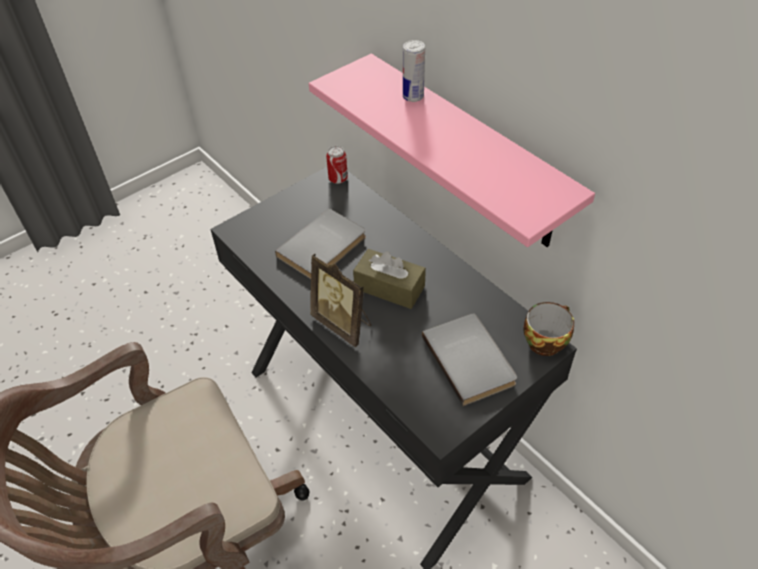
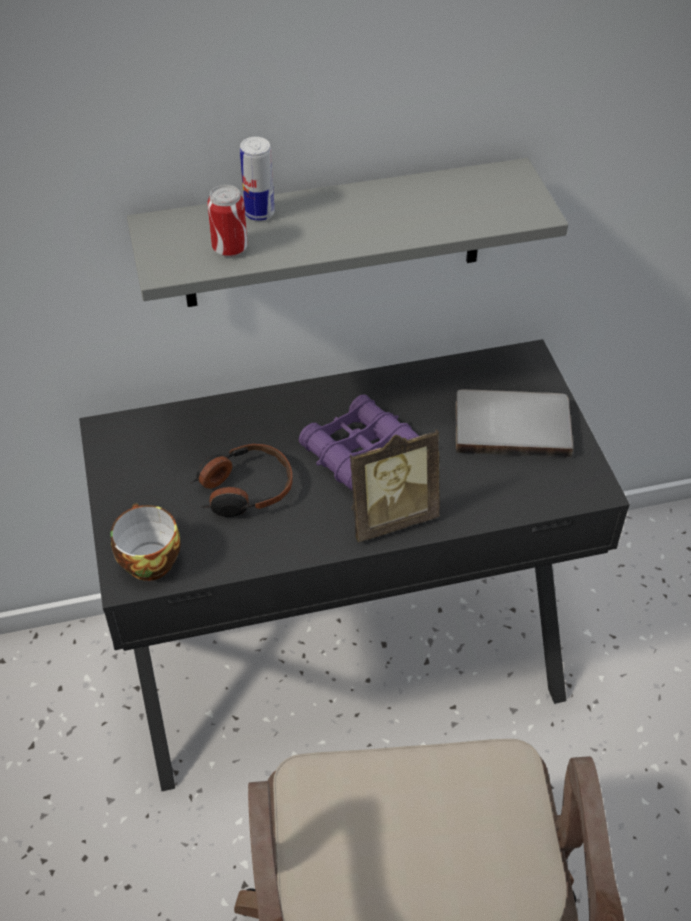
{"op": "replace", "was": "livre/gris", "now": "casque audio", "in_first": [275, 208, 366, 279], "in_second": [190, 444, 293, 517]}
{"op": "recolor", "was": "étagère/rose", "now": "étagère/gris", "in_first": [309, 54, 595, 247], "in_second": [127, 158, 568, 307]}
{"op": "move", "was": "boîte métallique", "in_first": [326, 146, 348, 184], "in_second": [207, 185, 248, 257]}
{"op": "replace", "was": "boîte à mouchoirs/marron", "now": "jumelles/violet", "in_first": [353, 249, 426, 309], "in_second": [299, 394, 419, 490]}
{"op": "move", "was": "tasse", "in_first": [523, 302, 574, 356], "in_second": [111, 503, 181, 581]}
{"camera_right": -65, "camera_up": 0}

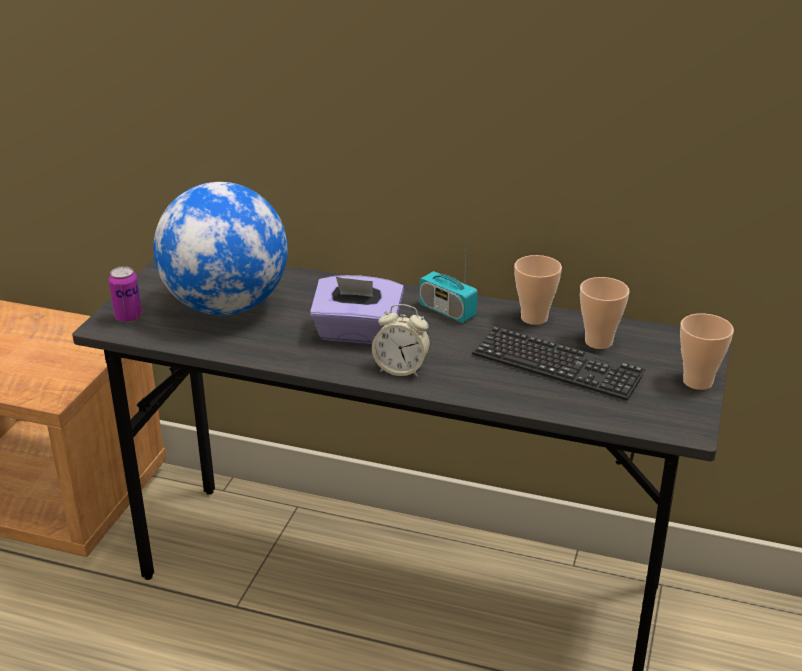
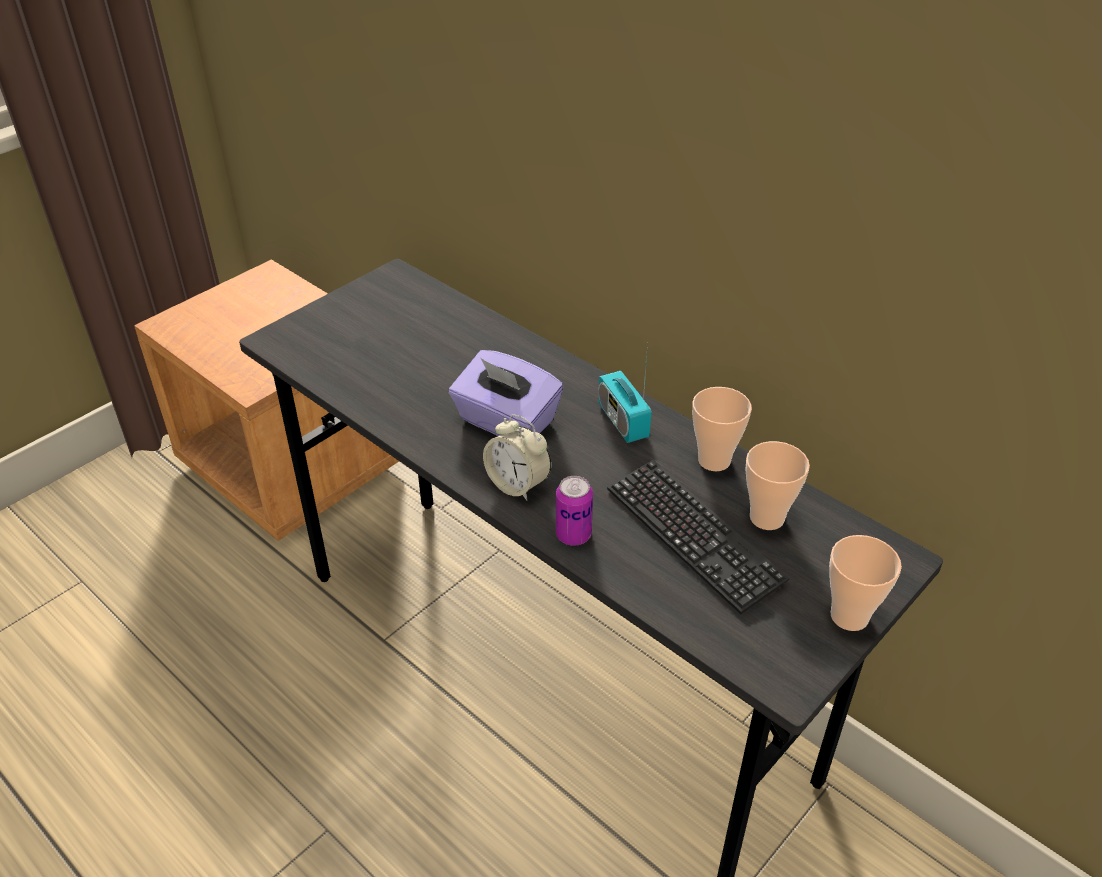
{"op": "move", "was": "boîte métallique", "in_first": [109, 266, 142, 322], "in_second": [556, 476, 593, 546]}
{"op": "delete", "was": "globe", "in_first": [153, 182, 288, 315]}
{"camera_right": 25, "camera_up": 10}

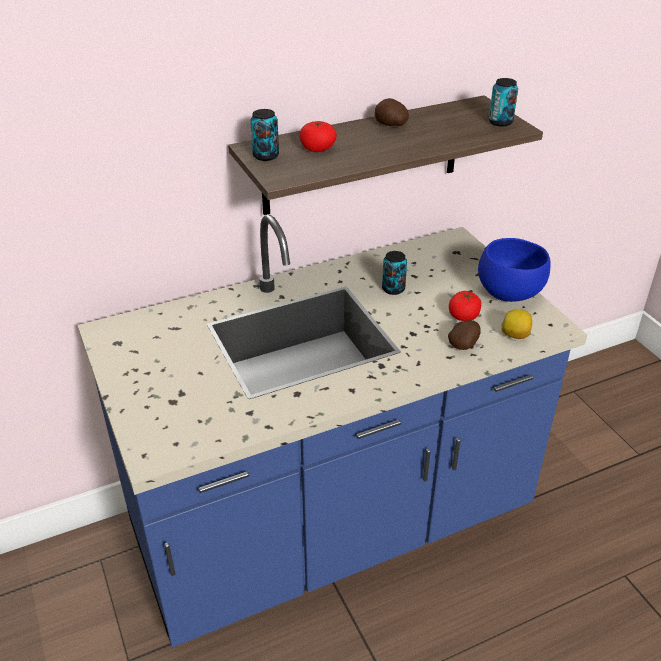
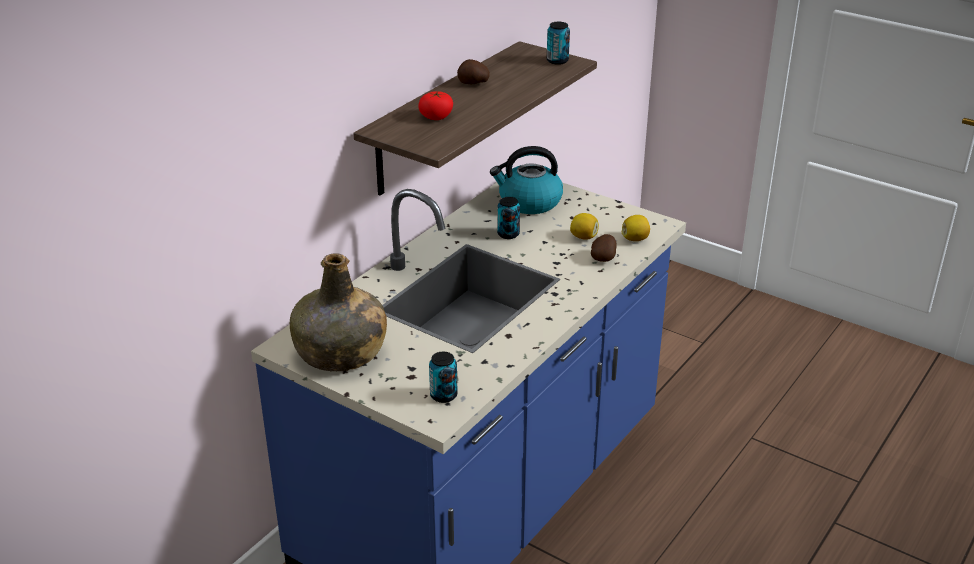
{"op": "move", "was": "boîte métallique", "in_first": [250, 109, 279, 161], "in_second": [429, 352, 458, 403]}
{"op": "replace", "was": "tomate", "now": "citron", "in_first": [449, 291, 481, 321], "in_second": [570, 213, 599, 240]}
{"op": "delete", "was": "bol/bleu", "in_first": [478, 238, 551, 302]}
{"op": "insert", "now": "bouteille/vert", "in_second": [290, 253, 387, 372]}
{"op": "insert", "now": "bouilloire", "in_second": [490, 146, 563, 214]}
{"camera_right": -30, "camera_up": -5}

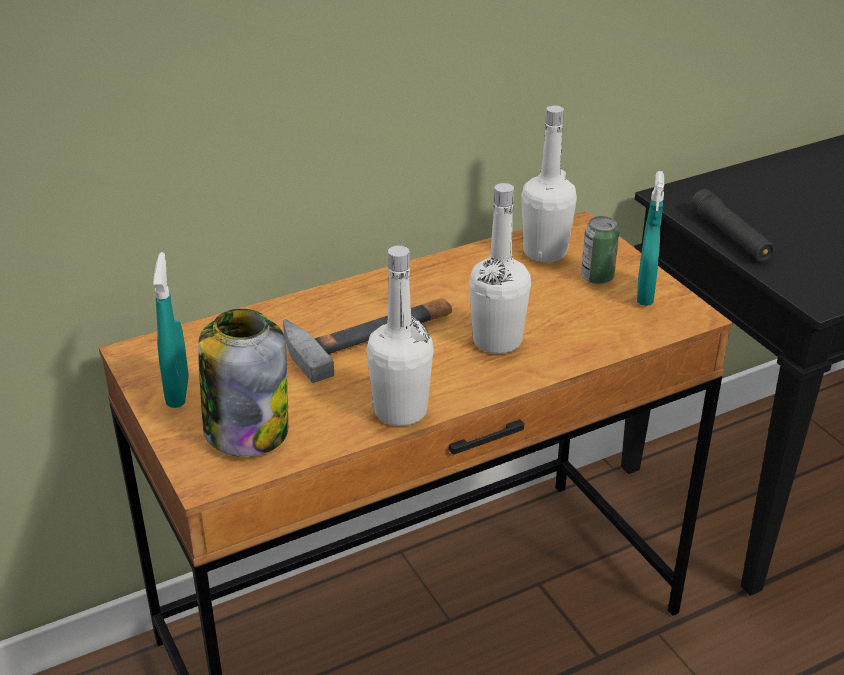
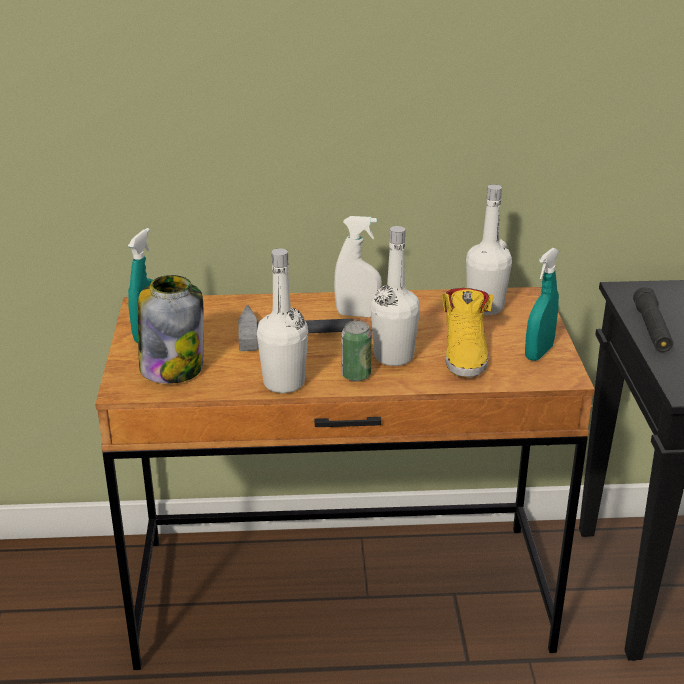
{"op": "move", "was": "boîte métallique", "in_first": [581, 216, 619, 284], "in_second": [341, 321, 372, 382]}
{"op": "insert", "now": "vaporisateur/blanc", "in_second": [334, 216, 382, 317]}
{"op": "insert", "now": "chaussure/jaune", "in_second": [442, 288, 494, 377]}
{"camera_right": 25, "camera_up": -5}

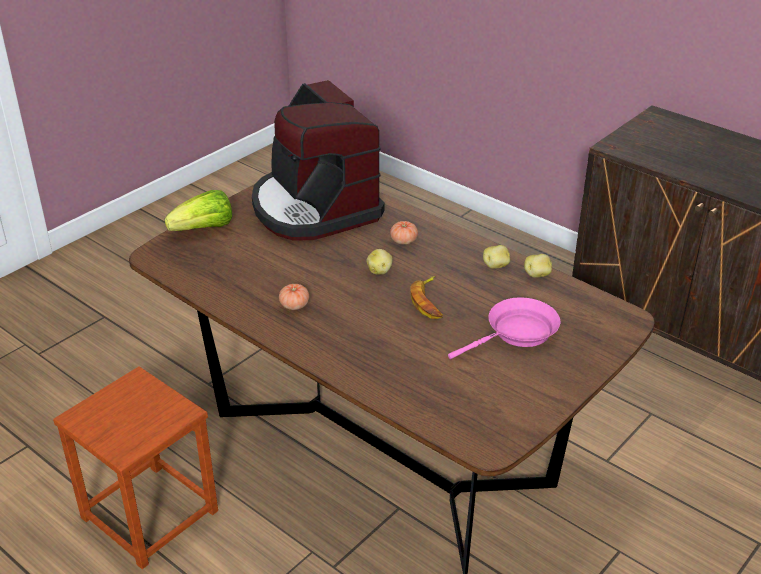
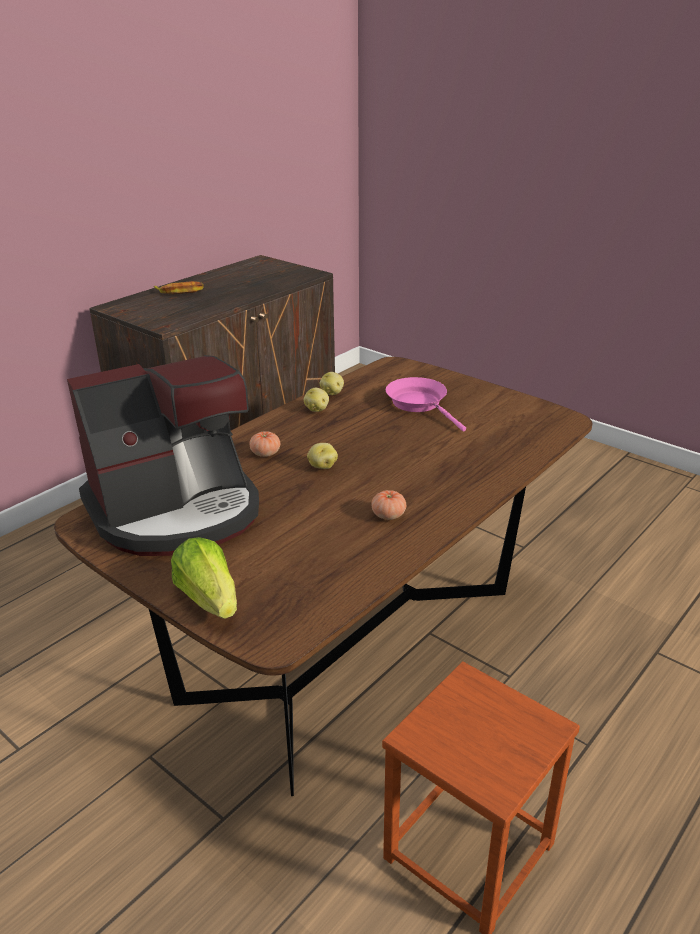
{"op": "move", "was": "banane", "in_first": [410, 276, 443, 319], "in_second": [153, 281, 204, 294]}
{"camera_right": -90, "camera_up": -5}

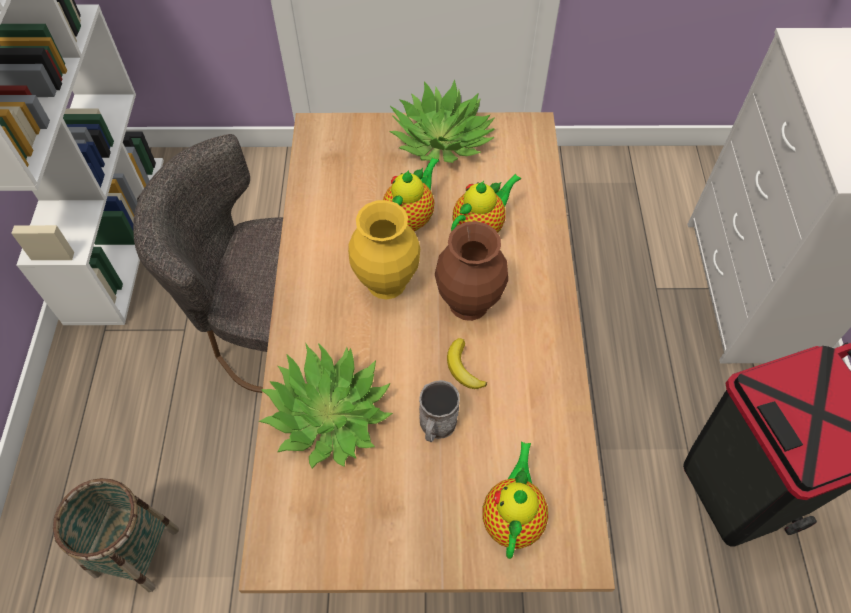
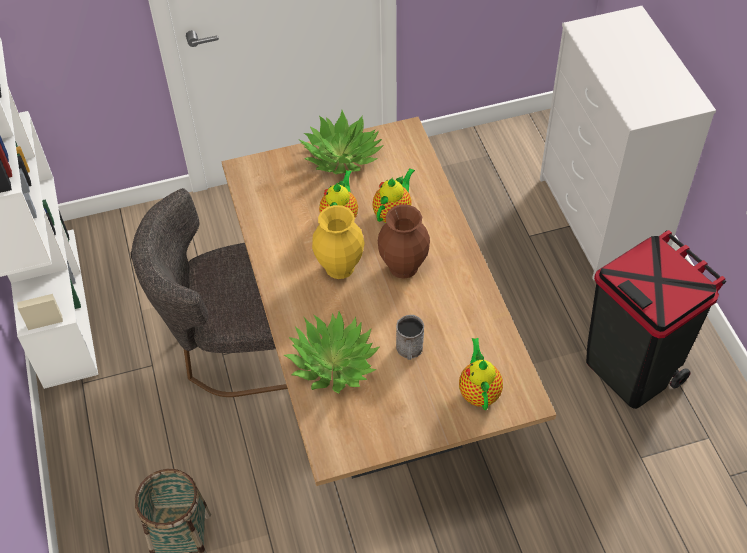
{"op": "delete", "was": "banane", "in_first": [447, 338, 487, 389]}
{"camera_right": -15, "camera_up": -5}

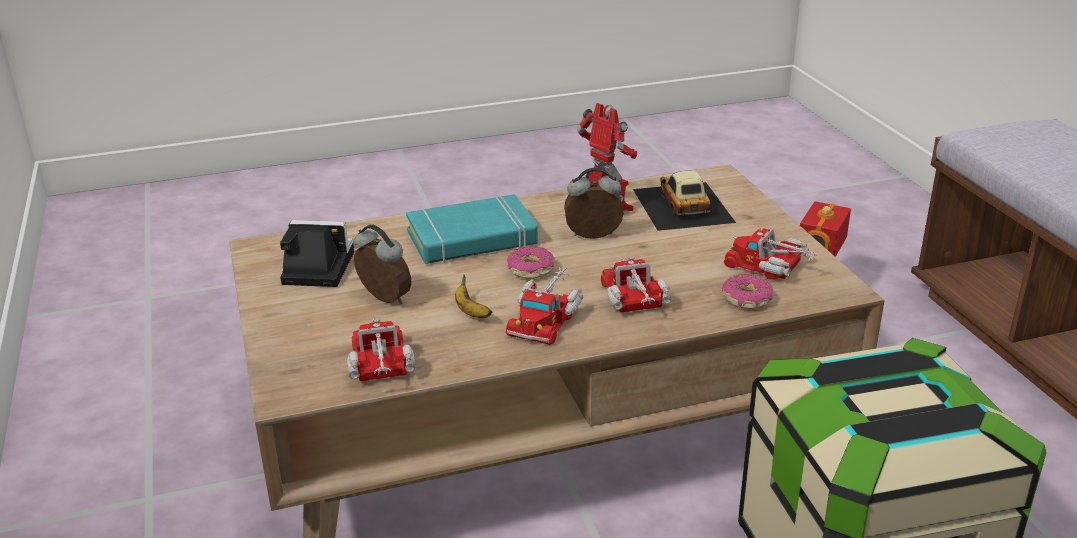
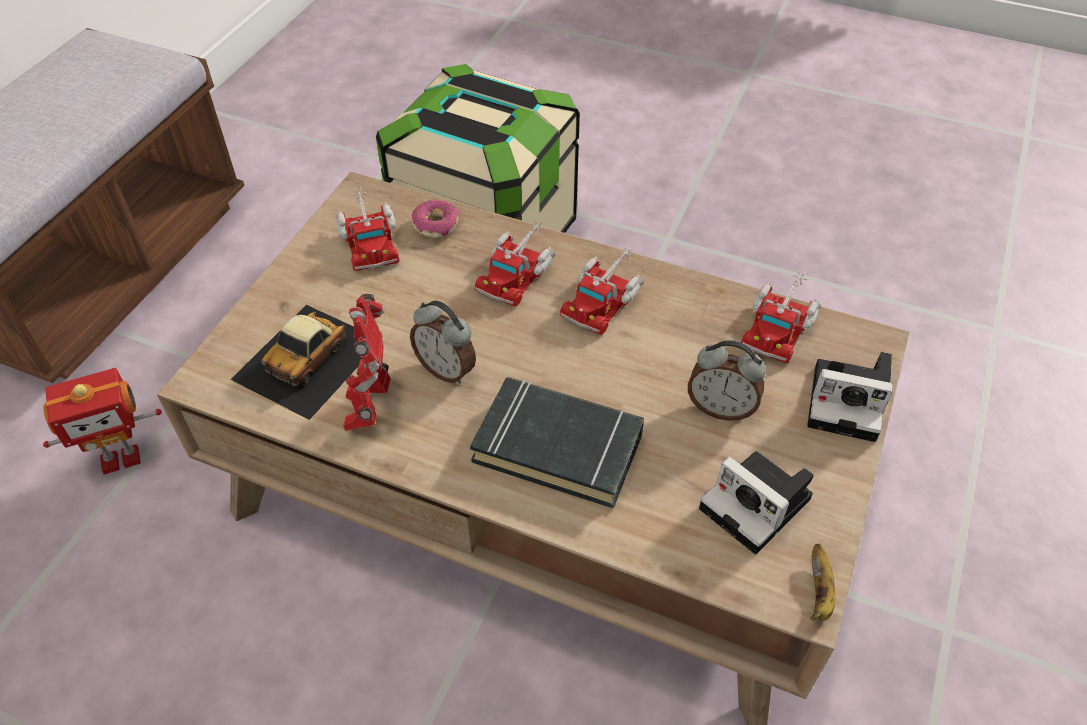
{"op": "rotate", "was": "réveil", "in_first": [353, 224, 411, 304], "in_second": [688, 340, 766, 421], "clockwise": -60}
{"op": "recolor", "was": "livre/turquoise", "now": "livre/noir", "in_first": [406, 194, 538, 264], "in_second": [470, 377, 644, 509]}
{"op": "move", "was": "banane", "in_first": [455, 275, 492, 318], "in_second": [811, 544, 835, 621]}
{"op": "rotate", "was": "camion jouet", "in_first": [506, 267, 583, 345], "in_second": [560, 247, 644, 335], "clockwise": 150}
{"op": "delete", "was": "beignet", "in_first": [507, 246, 555, 279]}
{"op": "insert", "now": "appareil photo", "in_second": [807, 352, 893, 442]}
{"camera_right": -140, "camera_up": 20}

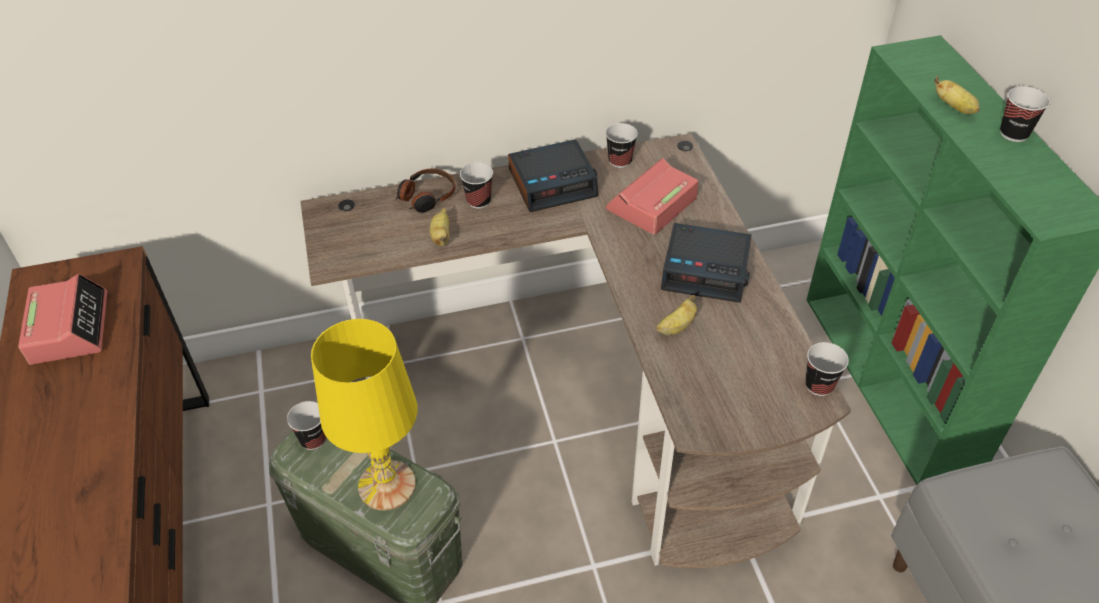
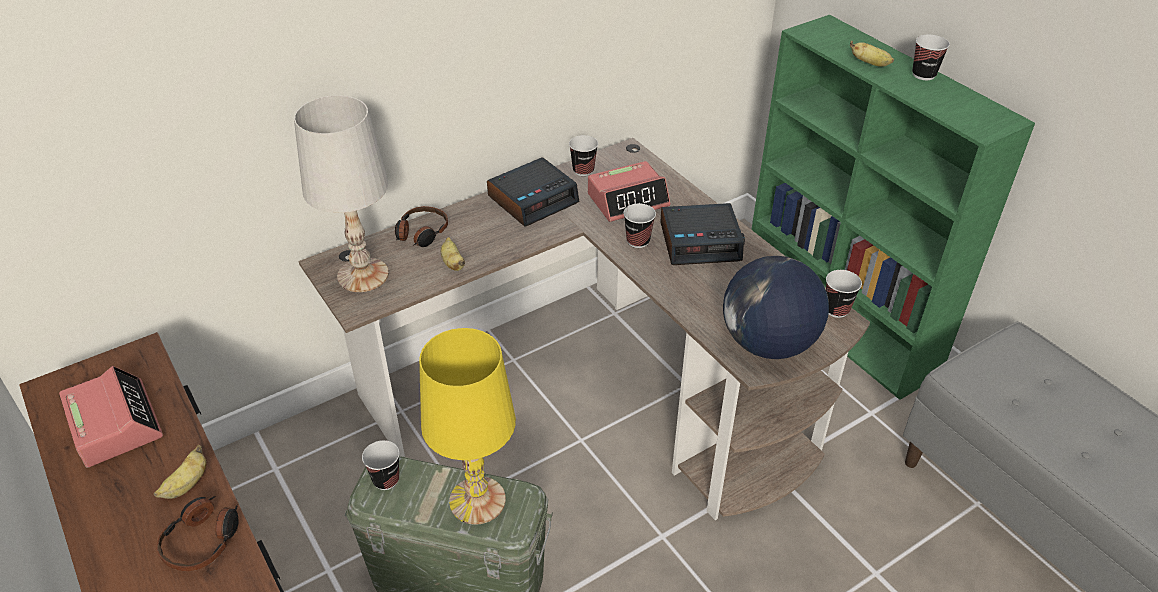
{"op": "move", "was": "tasse", "in_first": [460, 162, 493, 209], "in_second": [624, 203, 656, 248]}
{"op": "rotate", "was": "réveil", "in_first": [606, 158, 699, 235], "in_second": [588, 161, 670, 222], "clockwise": -135}
{"op": "move", "was": "banane", "in_first": [656, 295, 697, 335], "in_second": [154, 445, 206, 499]}
{"op": "insert", "now": "casque audio", "in_second": [157, 496, 238, 571]}
{"op": "insert", "now": "lampe de table/blanc", "in_second": [294, 95, 389, 292]}
{"op": "insert", "now": "globe", "in_second": [723, 256, 829, 359]}
{"camera_right": -20, "camera_up": -5}

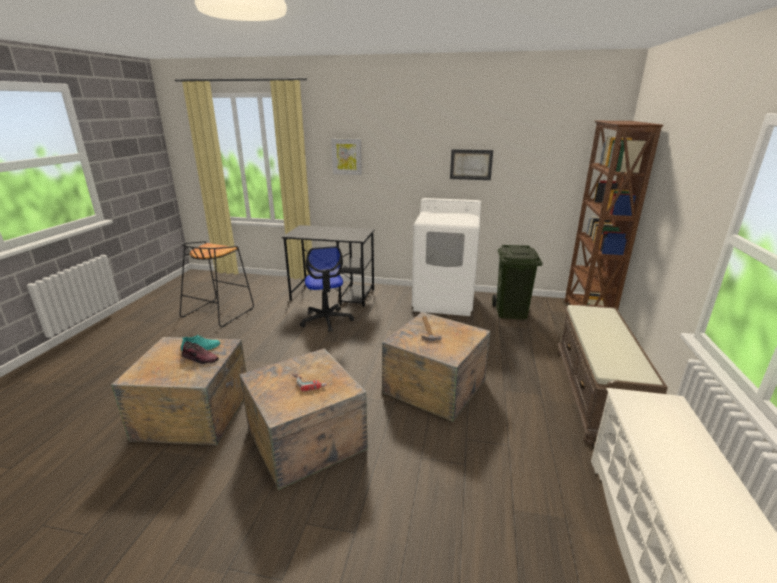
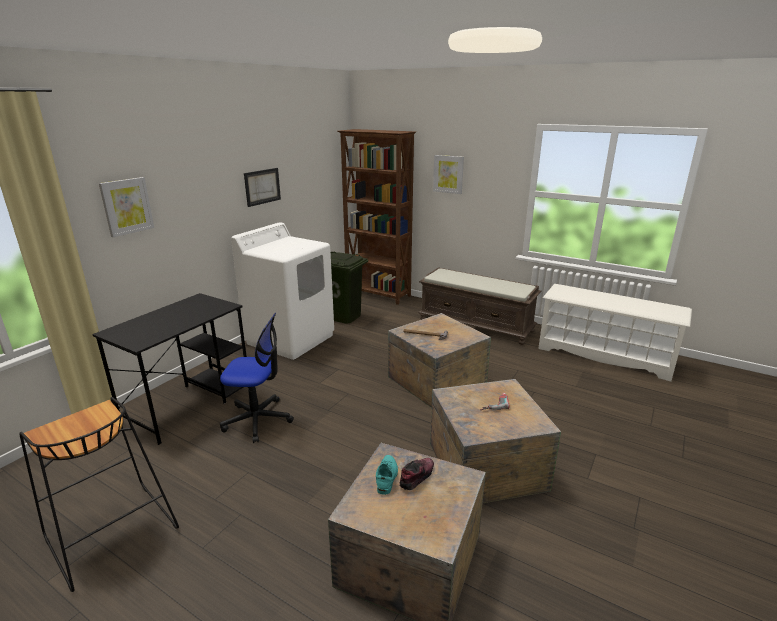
{"op": "insert", "now": "tableau", "in_second": [433, 155, 464, 194]}
{"camera_right": -70, "camera_up": 0}

